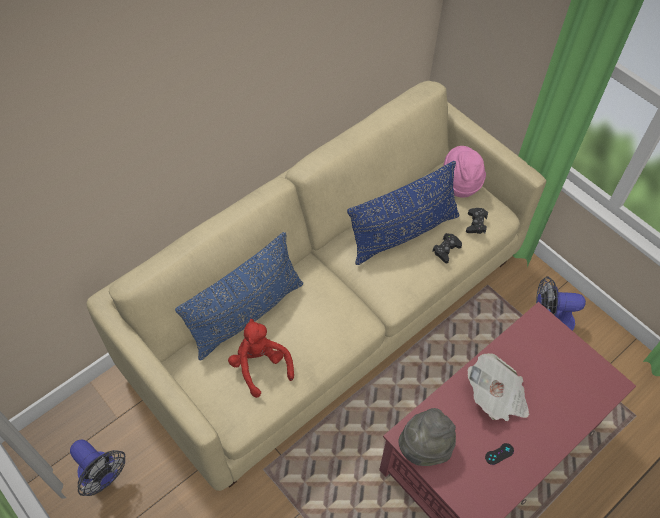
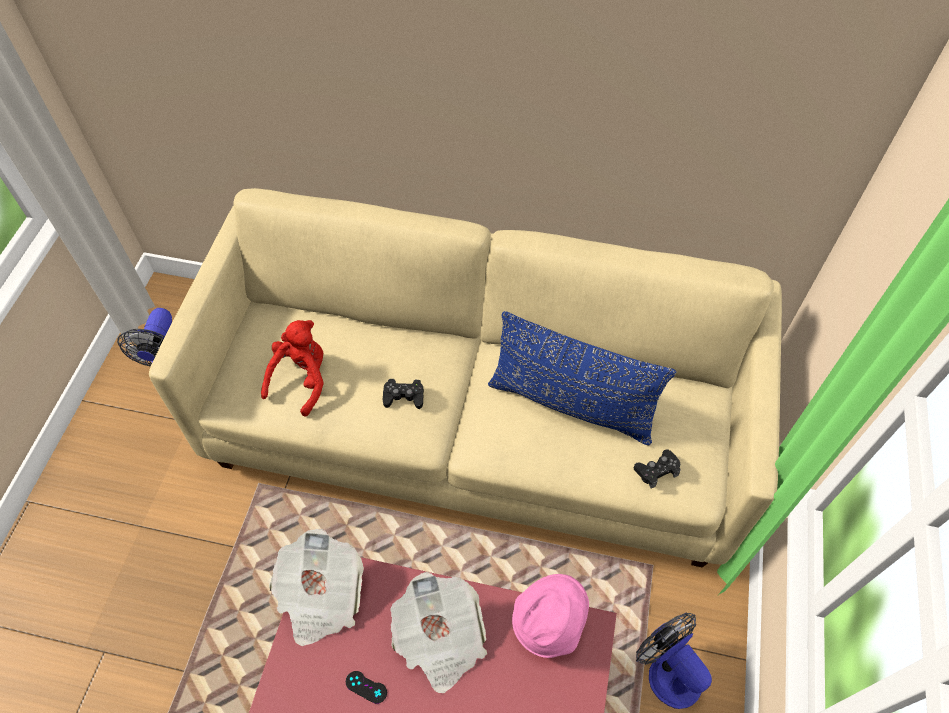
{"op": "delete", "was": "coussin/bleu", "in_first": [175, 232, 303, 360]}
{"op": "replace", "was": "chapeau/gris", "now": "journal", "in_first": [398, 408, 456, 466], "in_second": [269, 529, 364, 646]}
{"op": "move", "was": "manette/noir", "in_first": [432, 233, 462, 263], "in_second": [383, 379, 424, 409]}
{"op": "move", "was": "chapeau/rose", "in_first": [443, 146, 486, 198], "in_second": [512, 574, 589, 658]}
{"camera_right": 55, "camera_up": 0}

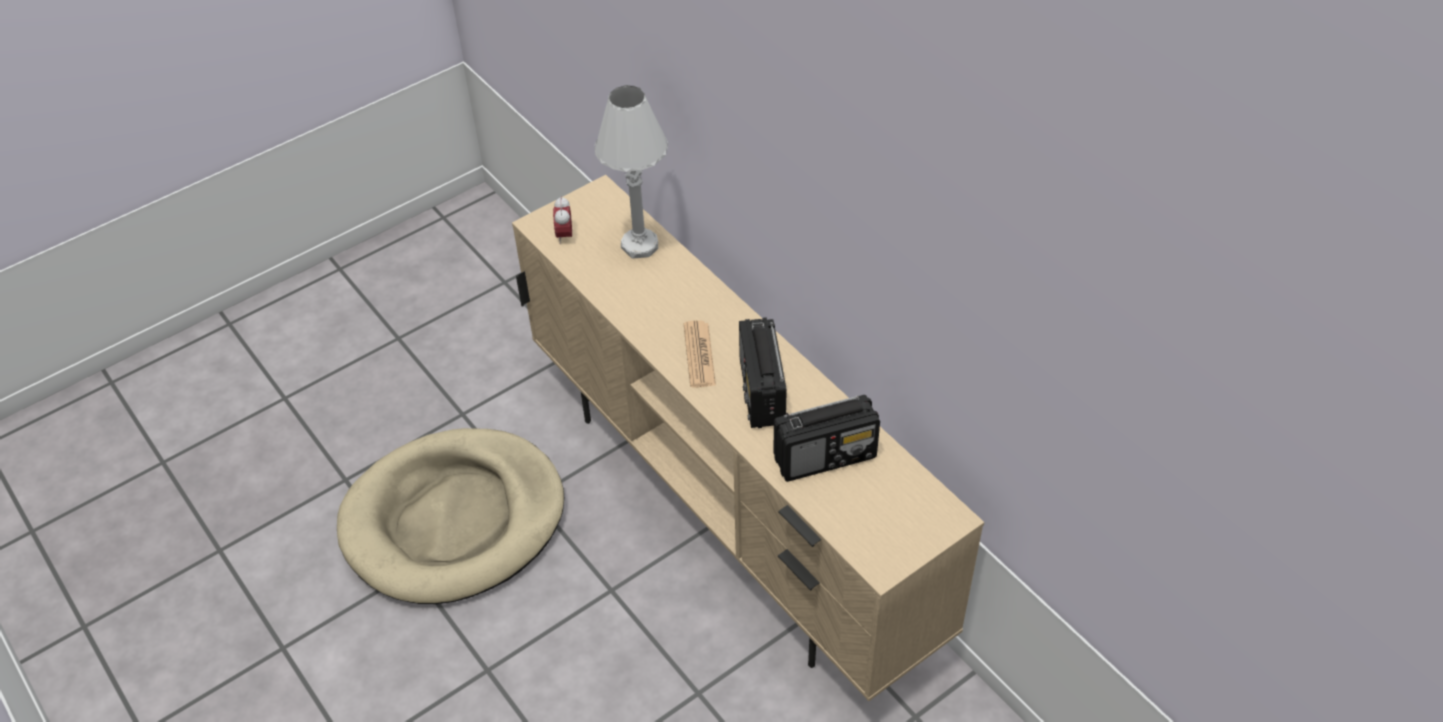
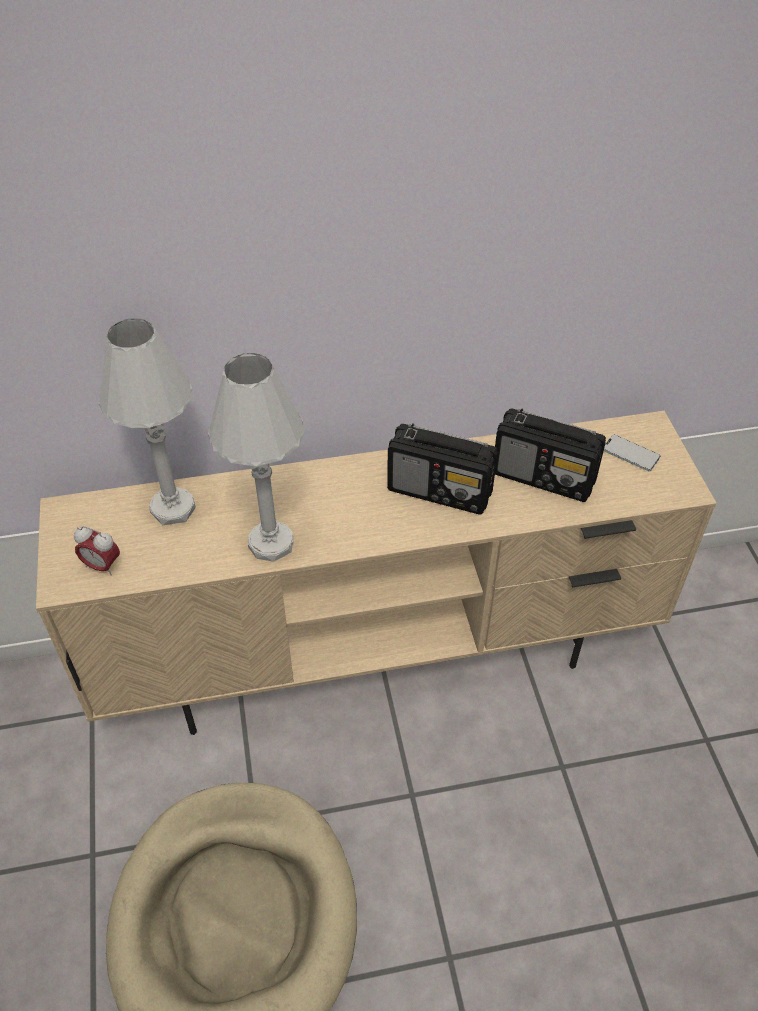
{"op": "delete", "was": "journal", "in_first": [684, 320, 716, 388]}
{"op": "rotate", "was": "radio", "in_first": [774, 395, 880, 482], "in_second": [495, 409, 606, 502], "clockwise": 105}
{"op": "insert", "now": "lampe de table/blanc", "in_second": [208, 353, 304, 562]}
{"op": "insert", "now": "téléphone", "in_second": [604, 434, 661, 471]}
{"camera_right": -65, "camera_up": 0}

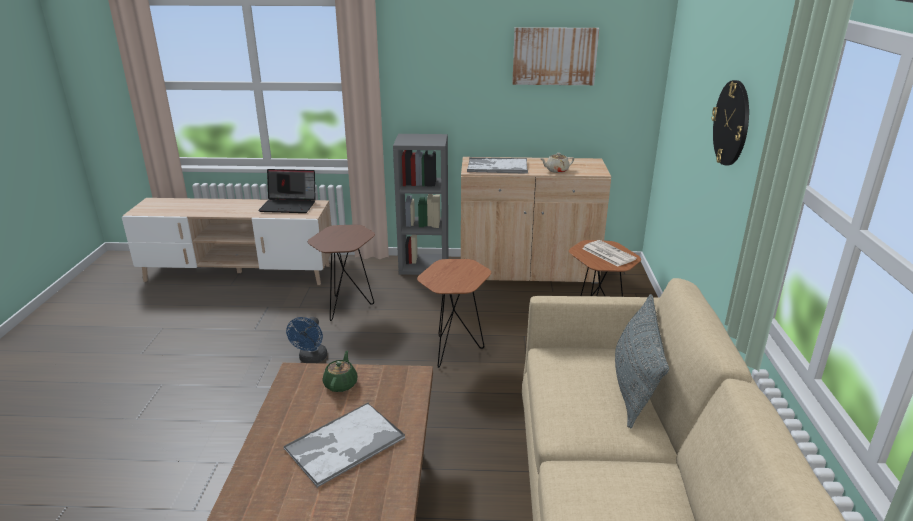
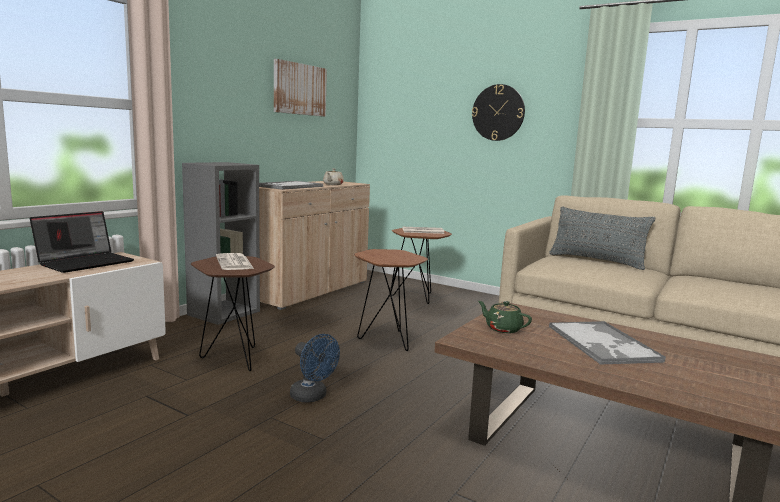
{"op": "insert", "now": "journal", "in_second": [216, 253, 254, 270]}
{"camera_right": -60, "camera_up": -15}

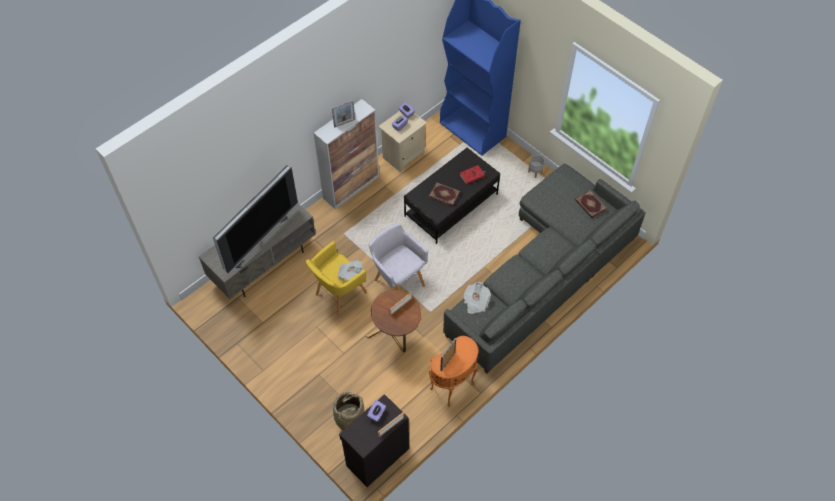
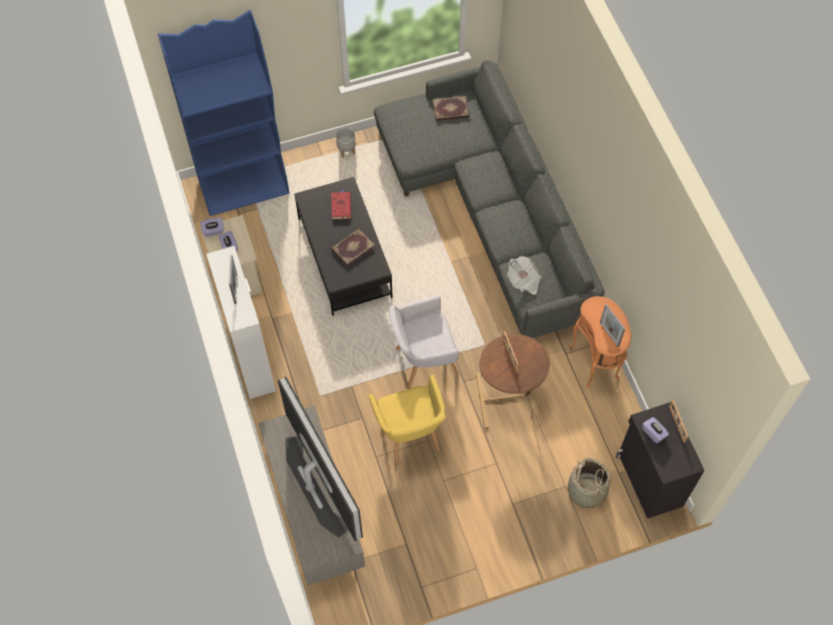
{"op": "delete", "was": "journal", "in_first": [337, 260, 363, 281]}
{"camera_right": -65, "camera_up": 5}

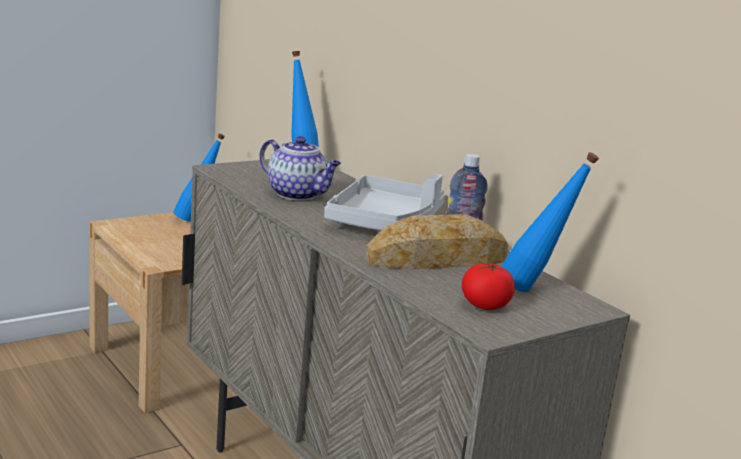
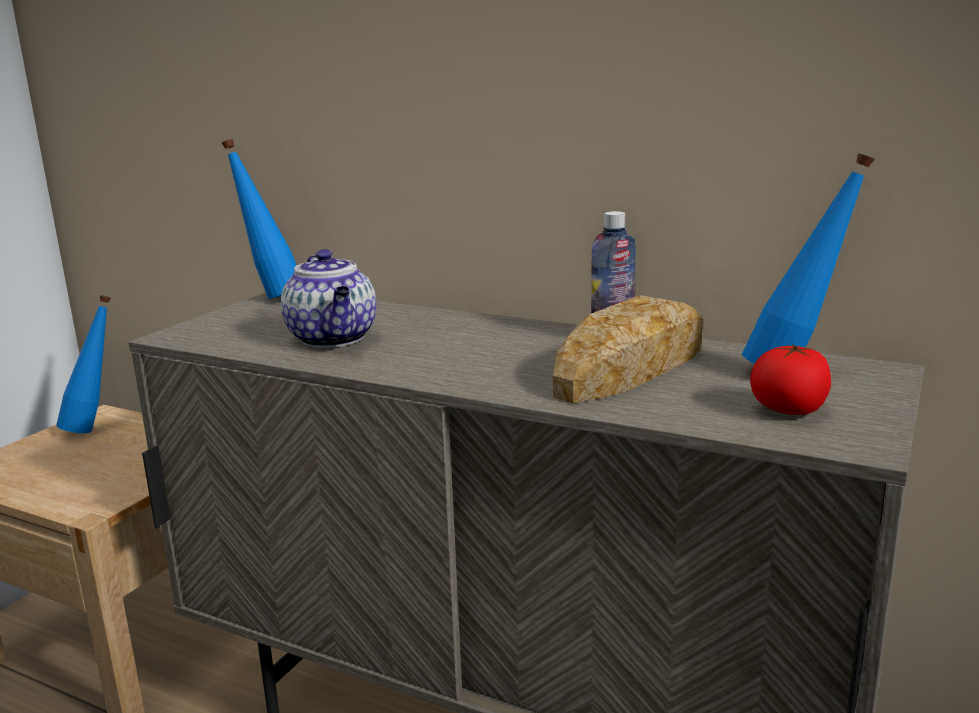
{"op": "rotate", "was": "théière", "in_first": [259, 136, 341, 200], "in_second": [281, 249, 377, 348], "clockwise": 60}
{"op": "delete", "was": "plateau/gris", "in_first": [324, 174, 445, 231]}
{"camera_right": -25, "camera_up": 0}

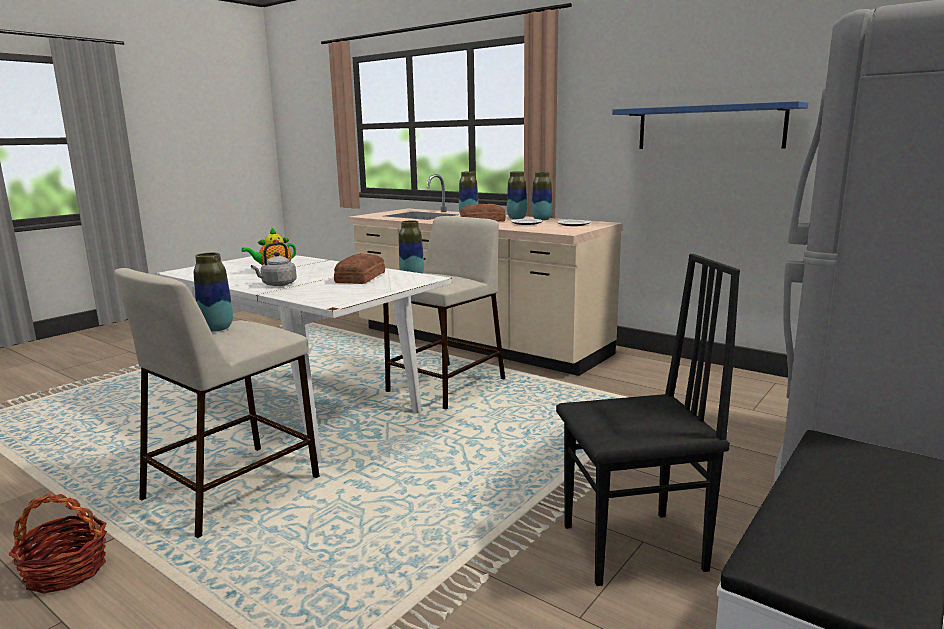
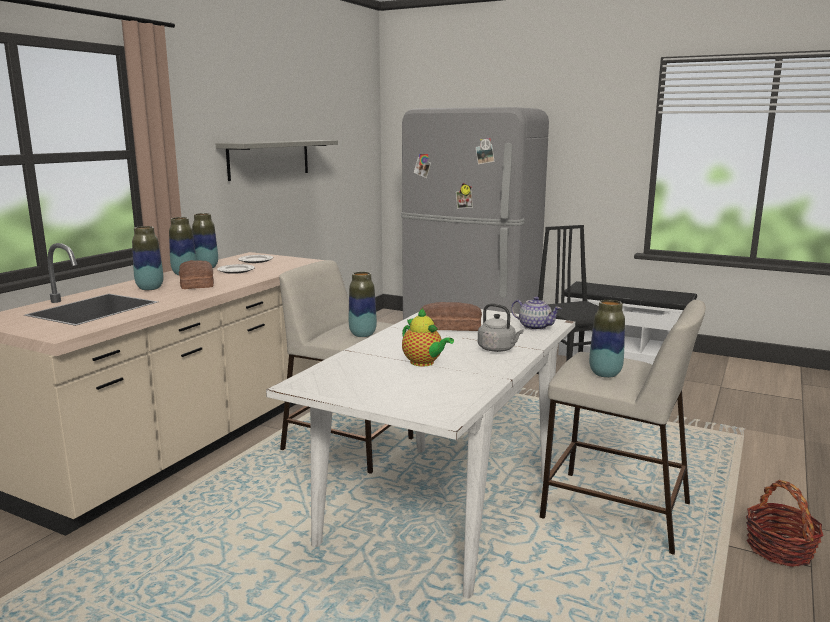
{"op": "recolor", "was": "étagère/bleu", "now": "étagère/gris", "in_first": [612, 101, 808, 149], "in_second": [216, 140, 338, 181]}
{"op": "insert", "now": "théière", "in_second": [511, 296, 561, 330]}
{"camera_right": -100, "camera_up": 0}

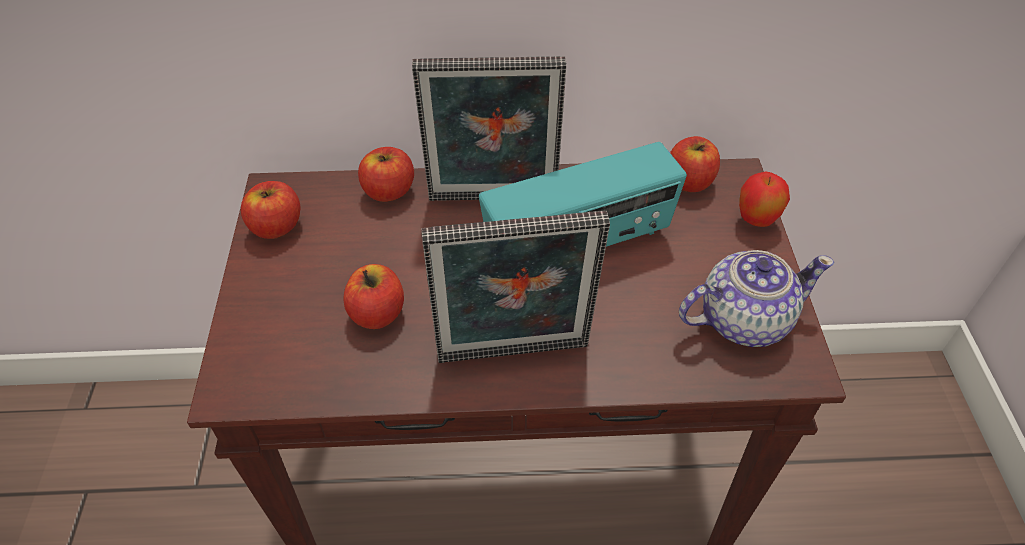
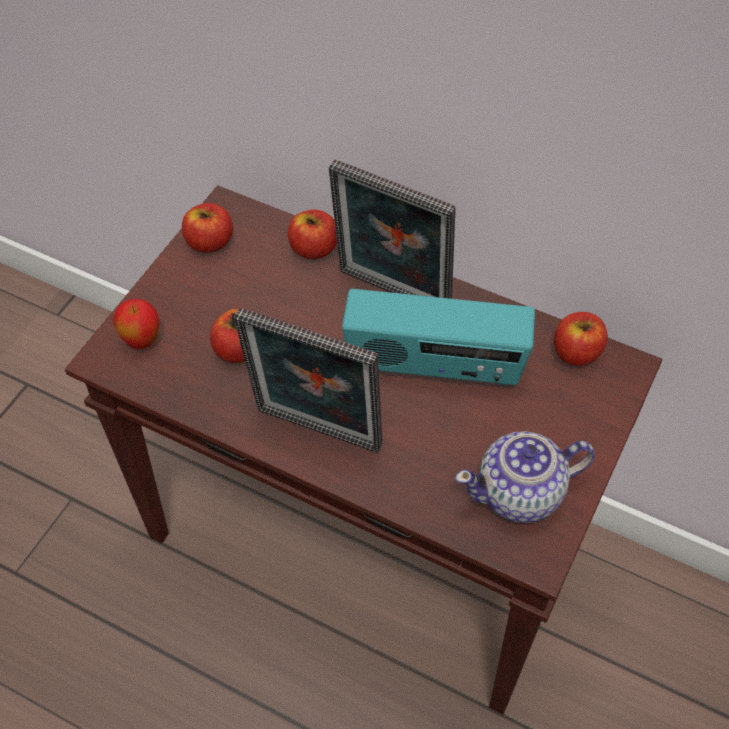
{"op": "rotate", "was": "théière", "in_first": [679, 250, 834, 347], "in_second": [455, 431, 595, 523], "clockwise": 150}
{"op": "move", "was": "pomme", "in_first": [739, 171, 790, 227], "in_second": [113, 299, 159, 349]}
{"camera_right": 30, "camera_up": 5}

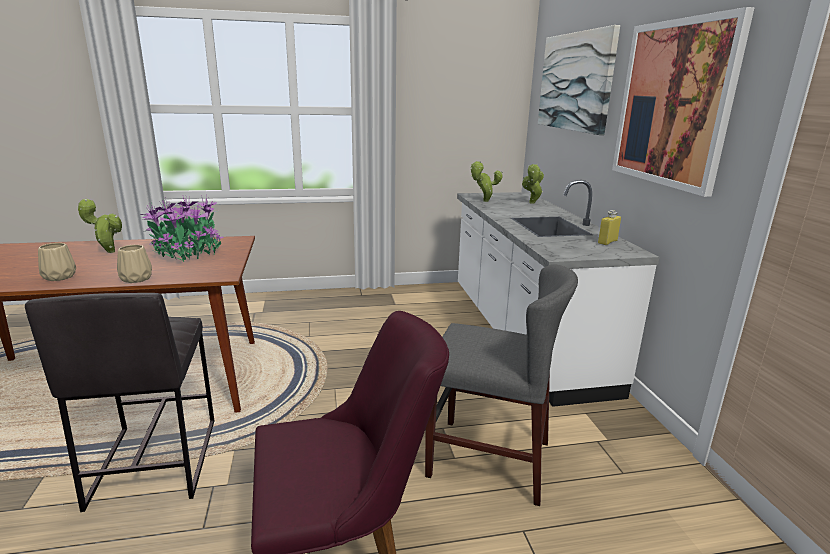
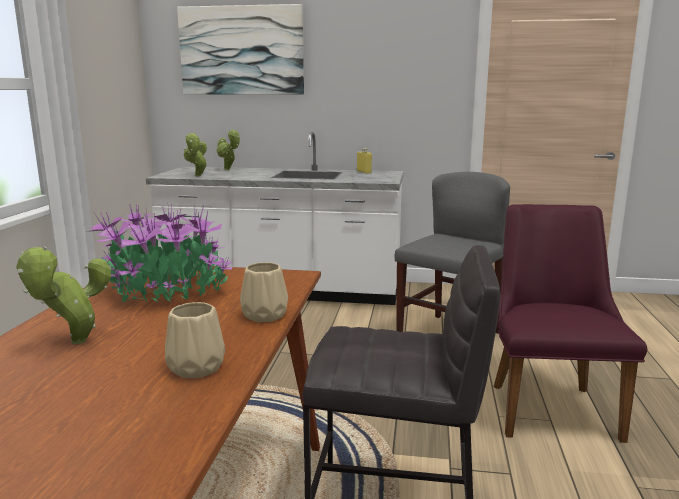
{"op": "delete", "was": "tableau", "in_first": [612, 7, 755, 197]}
{"camera_right": -70, "camera_up": -5}

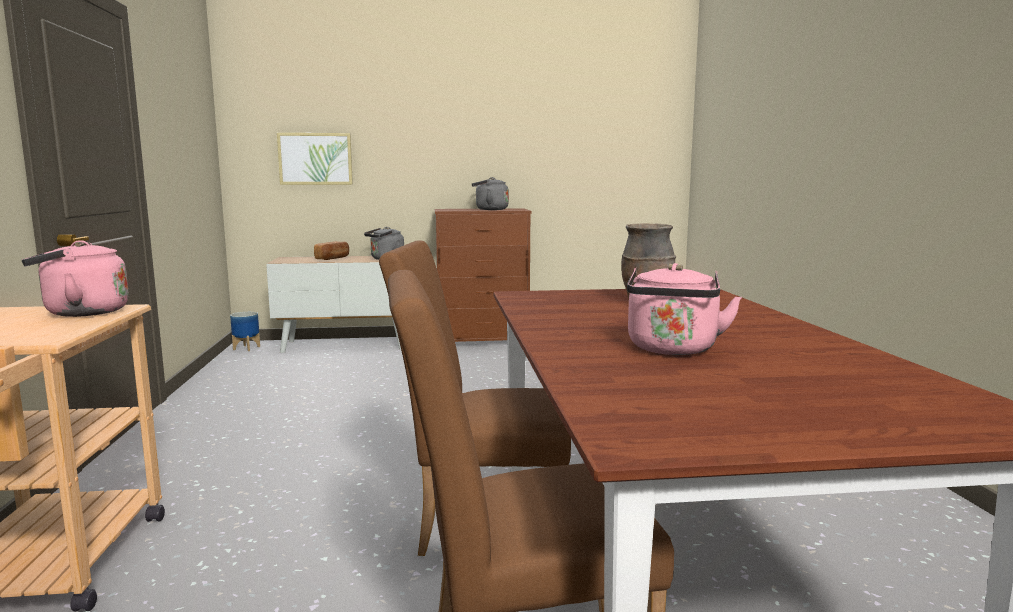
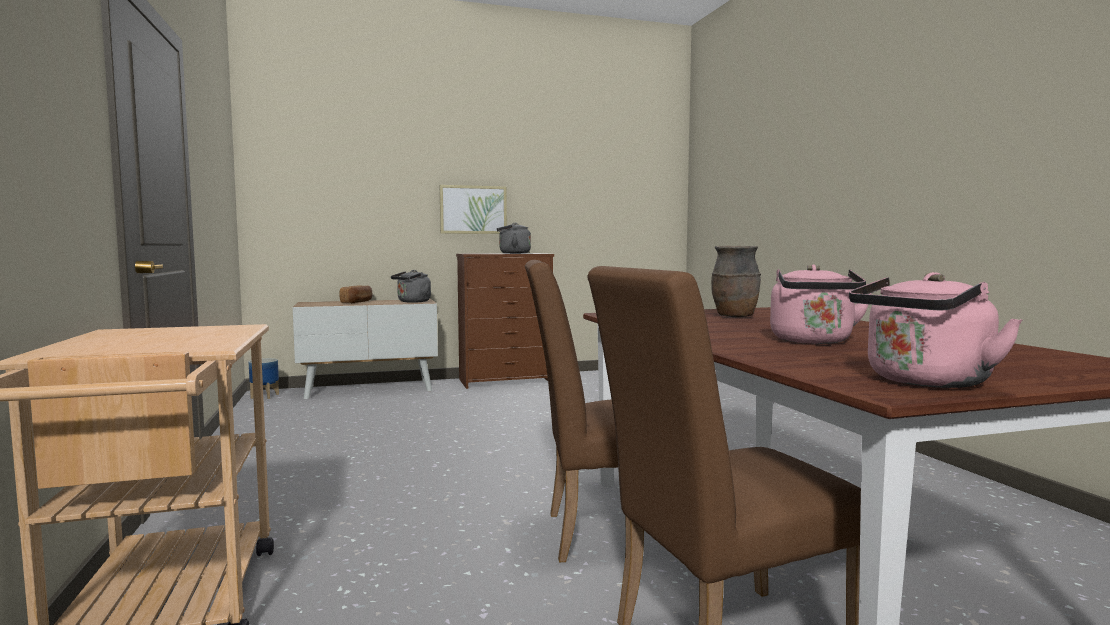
{"op": "move", "was": "bouilloire/rose", "in_first": [22, 240, 129, 317], "in_second": [849, 272, 1022, 388]}
{"op": "move", "was": "tableau", "in_first": [277, 133, 353, 185], "in_second": [440, 185, 507, 234]}
{"camera_right": -10, "camera_up": -5}

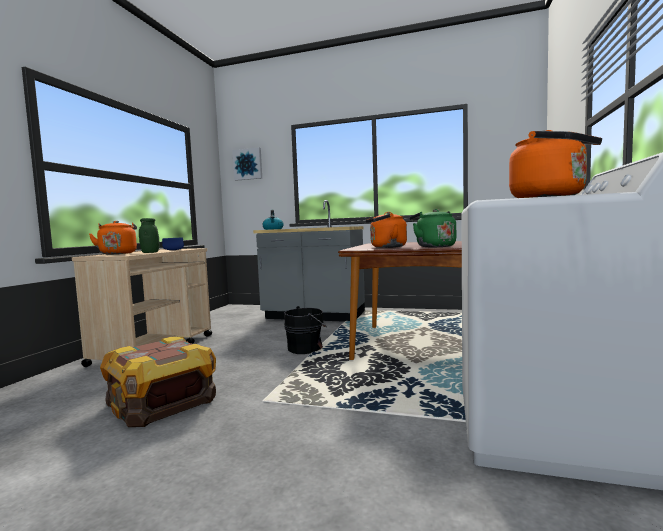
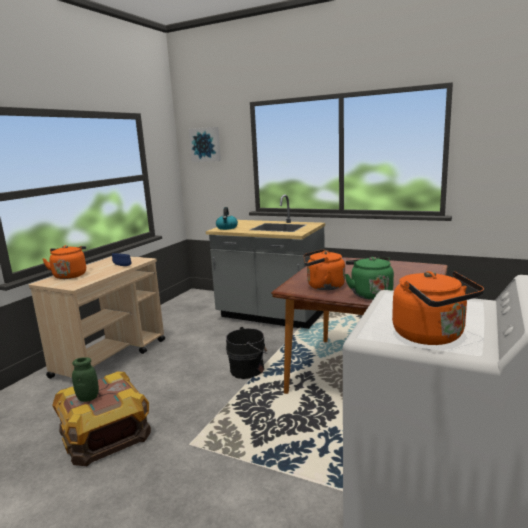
{"op": "move", "was": "bocal/vert", "in_first": [139, 218, 160, 253], "in_second": [72, 357, 99, 402]}
{"camera_right": 10, "camera_up": 10}

